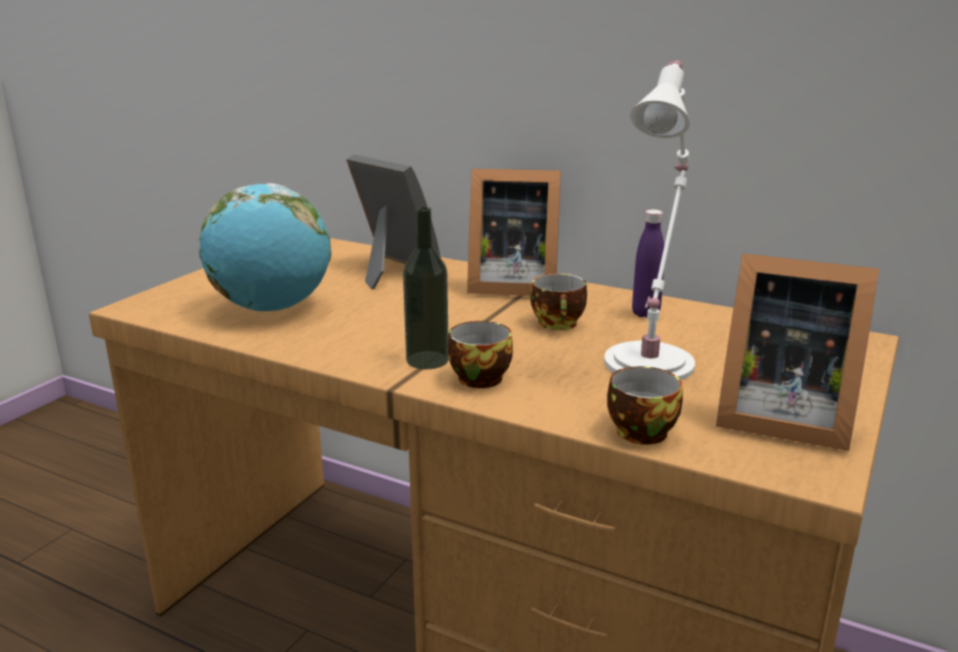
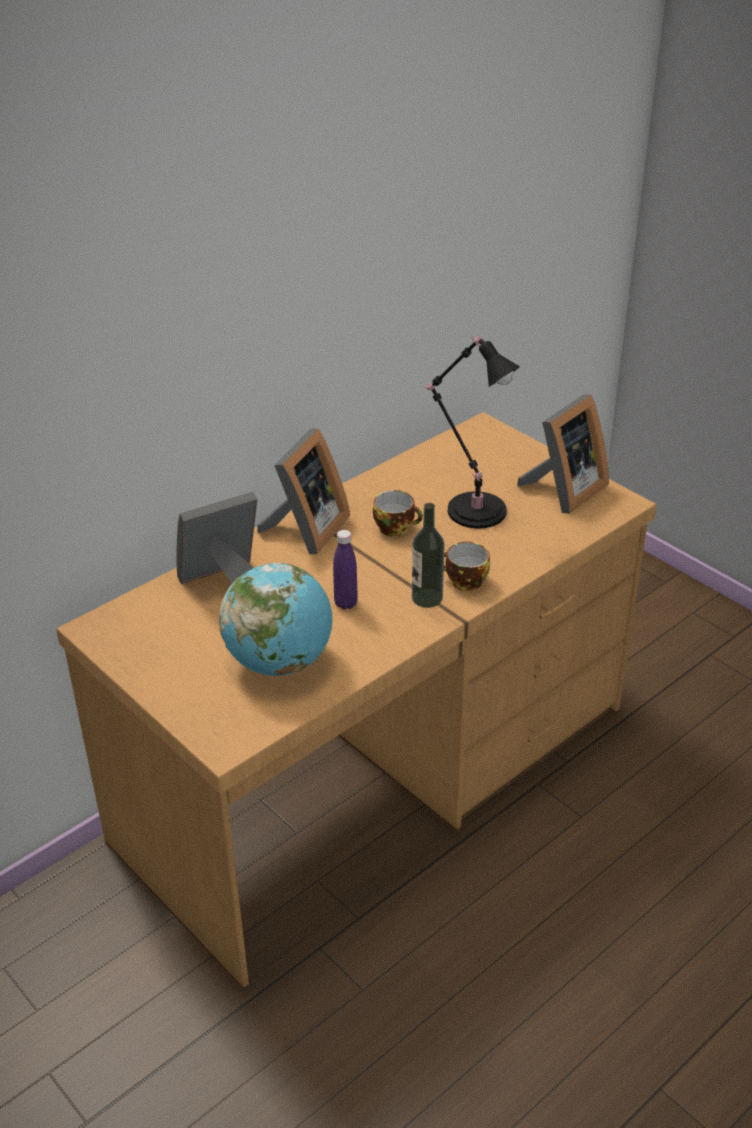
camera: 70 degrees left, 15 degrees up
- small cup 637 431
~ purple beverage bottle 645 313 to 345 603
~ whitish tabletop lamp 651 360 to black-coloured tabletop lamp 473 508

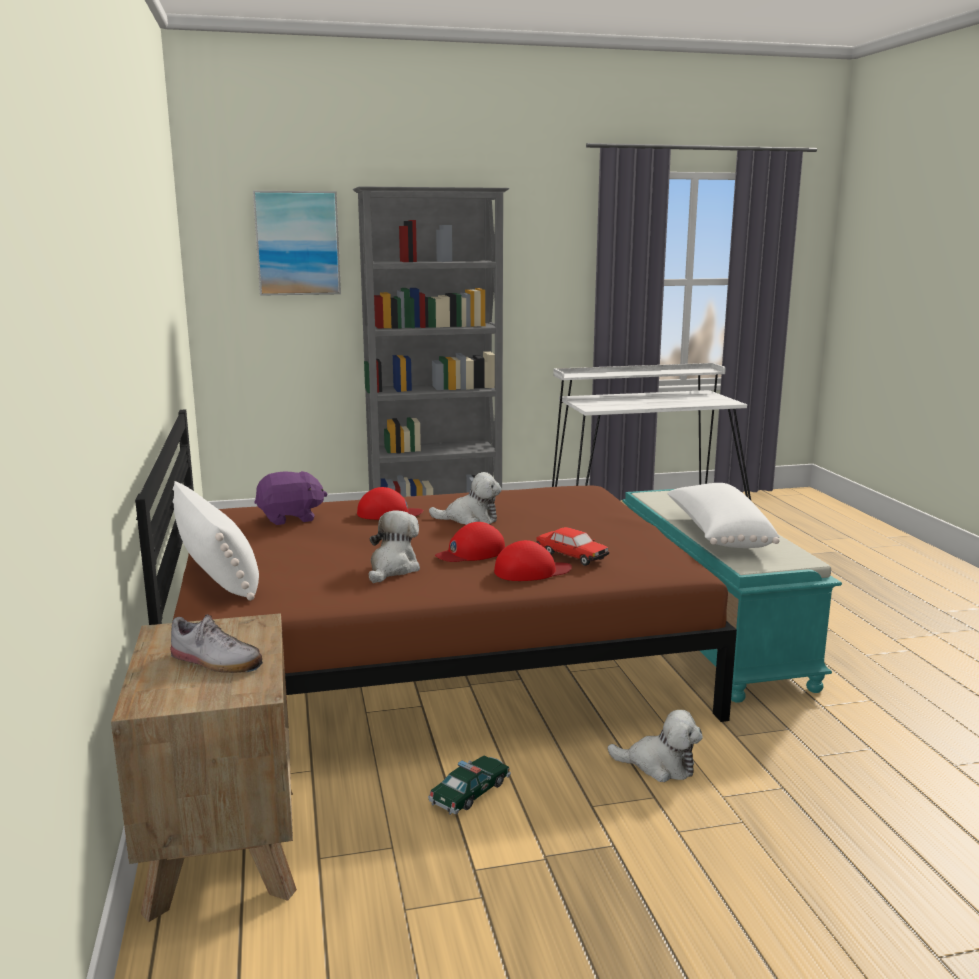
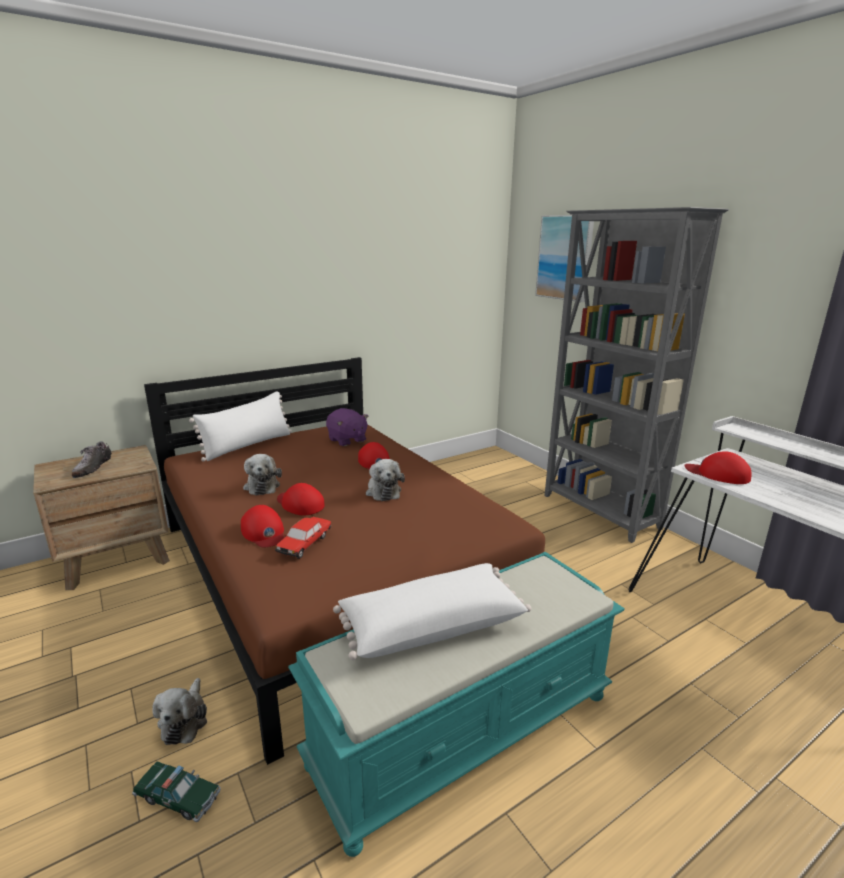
camera: 70 degrees right, 5 degrees up
+ red-coloured peaked cap 718 474
~ toy car 470 792 to 178 797
~ soft toy 393 569 = 262 486 75 degrees clockwise

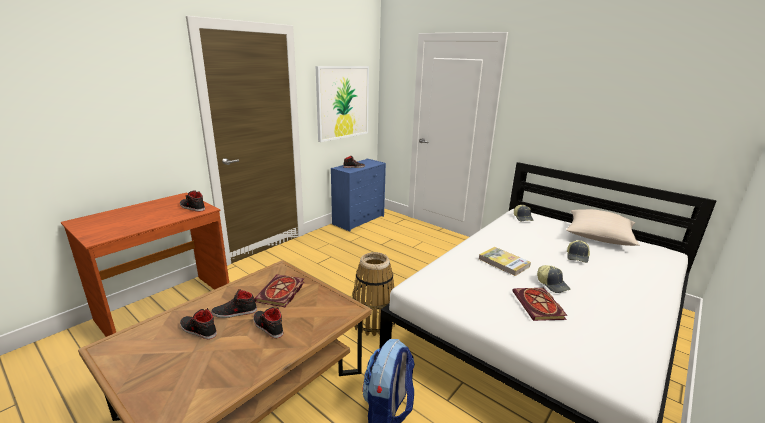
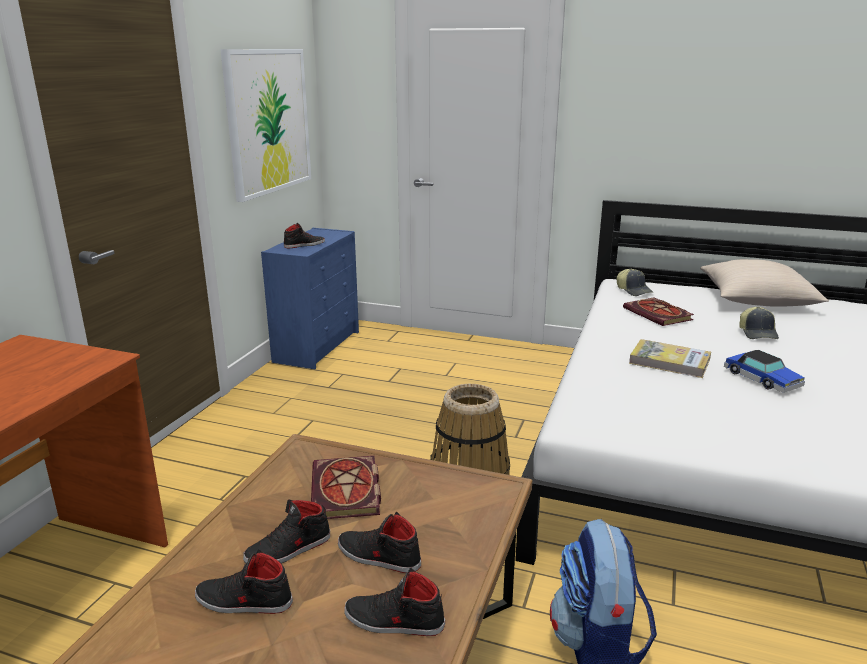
camera: 20 degrees left, 0 degrees up
~ black-coloured shoe 192 207 to 394 621
~ volume 539 306 to 659 315
~ peaked cap 552 284 to toy car 762 379

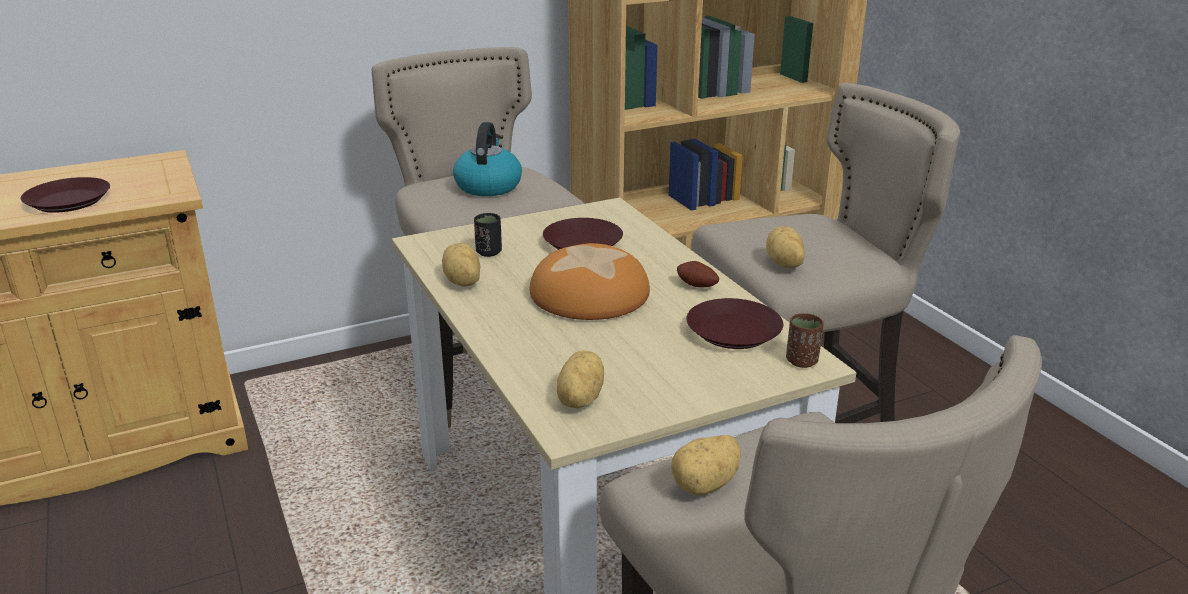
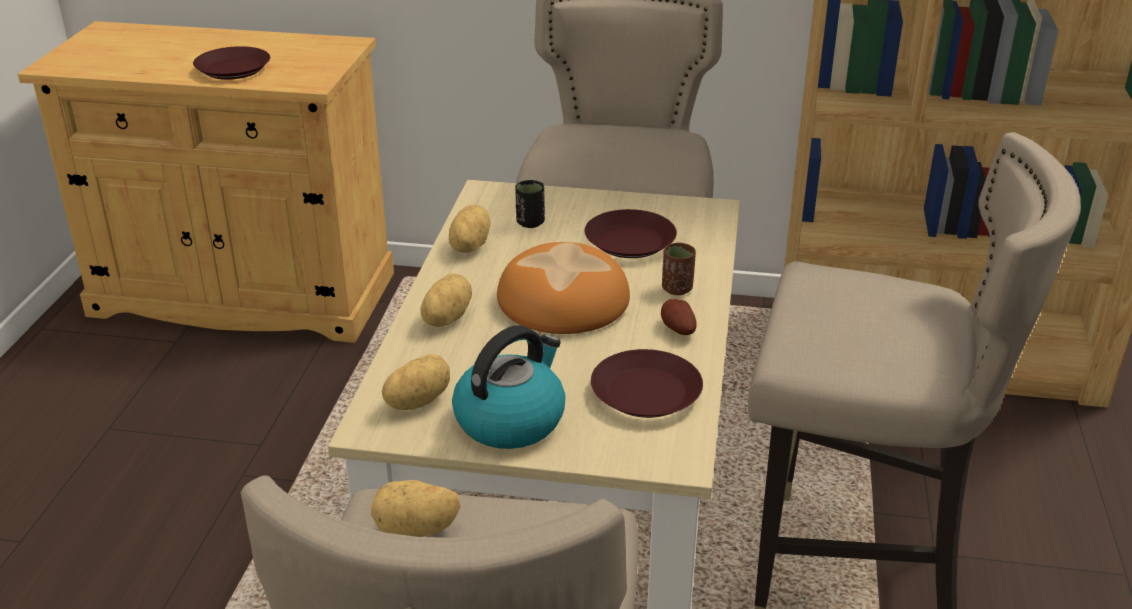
camera: 35 degrees right, 5 degrees up
~ kettle 488 186 to 511 420
~ potato 783 264 to 445 318
~ brown-coloured small cup 802 361 to 677 289

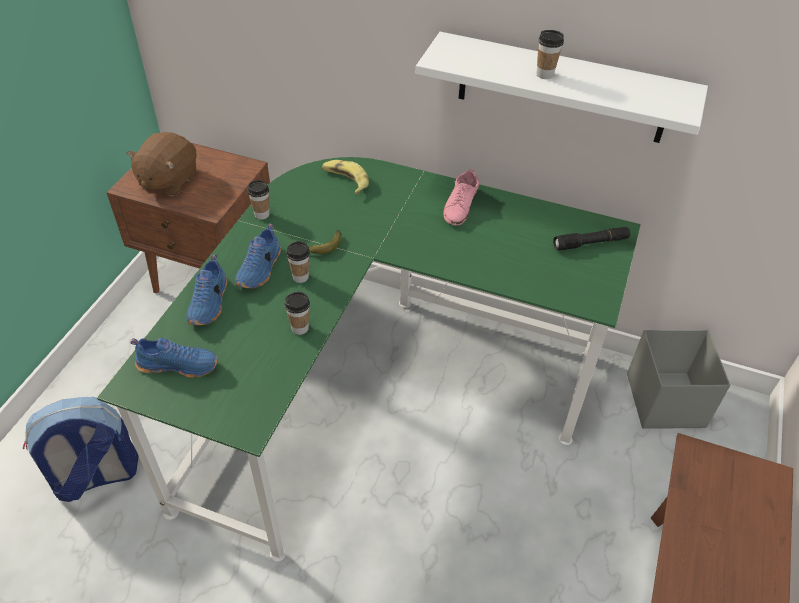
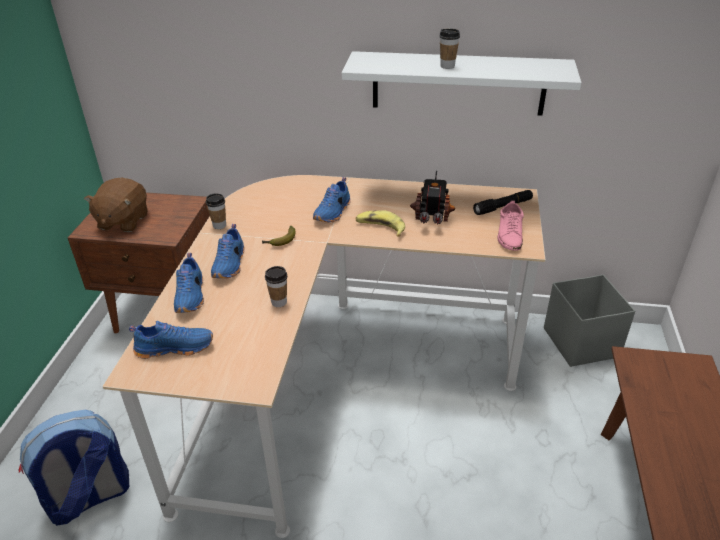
camera: 10 degrees left, 10 degrees down
- small cup 300 277
+ blue shoe 333 212
+ model truck 433 212
~ whole banana 345 180 to 380 228
~ pinkish shoe 460 205 to 510 234
~ green desk unit 376 389 to beige desk unit 336 376

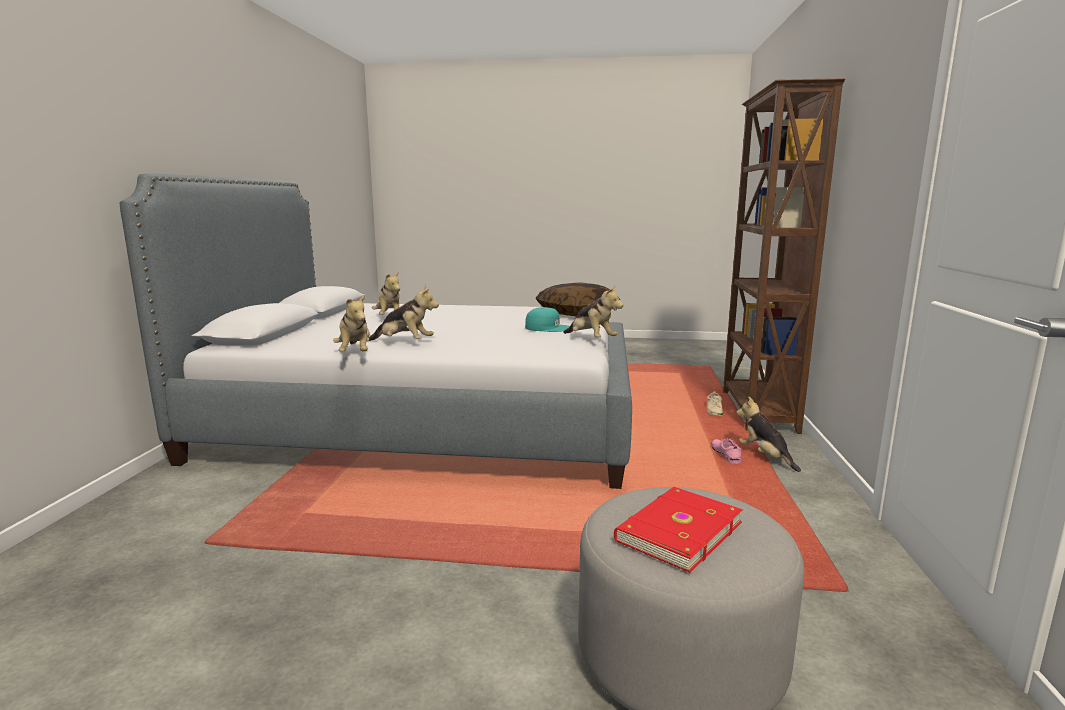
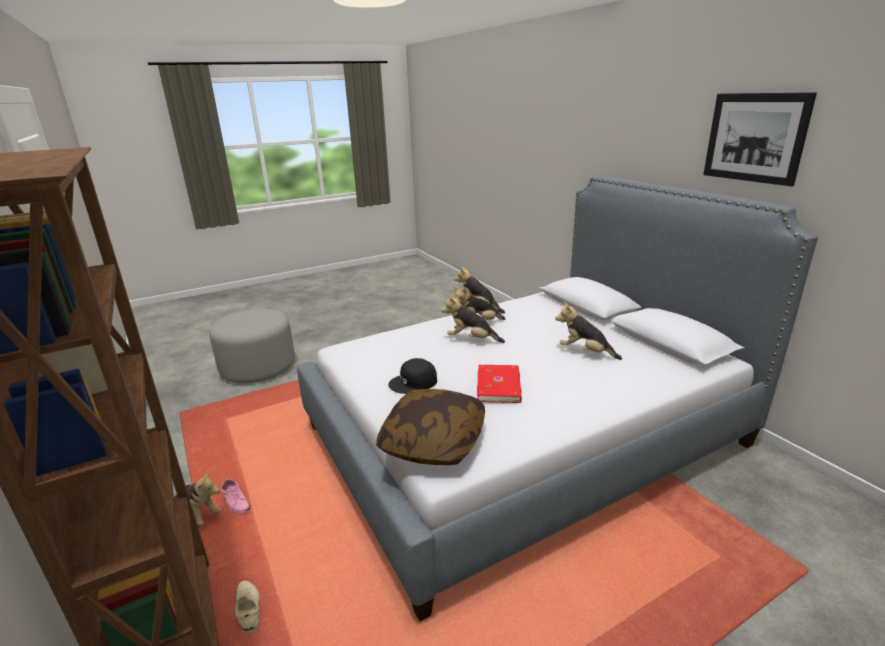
camera: 145 degrees right, 10 degrees up
+ wall art 755 137
~ soft toy 591 339 to 471 339
~ red-coloured volume 676 531 to 500 386
~ blue-green peaked cap 547 327 to black-coloured peaked cap 413 382

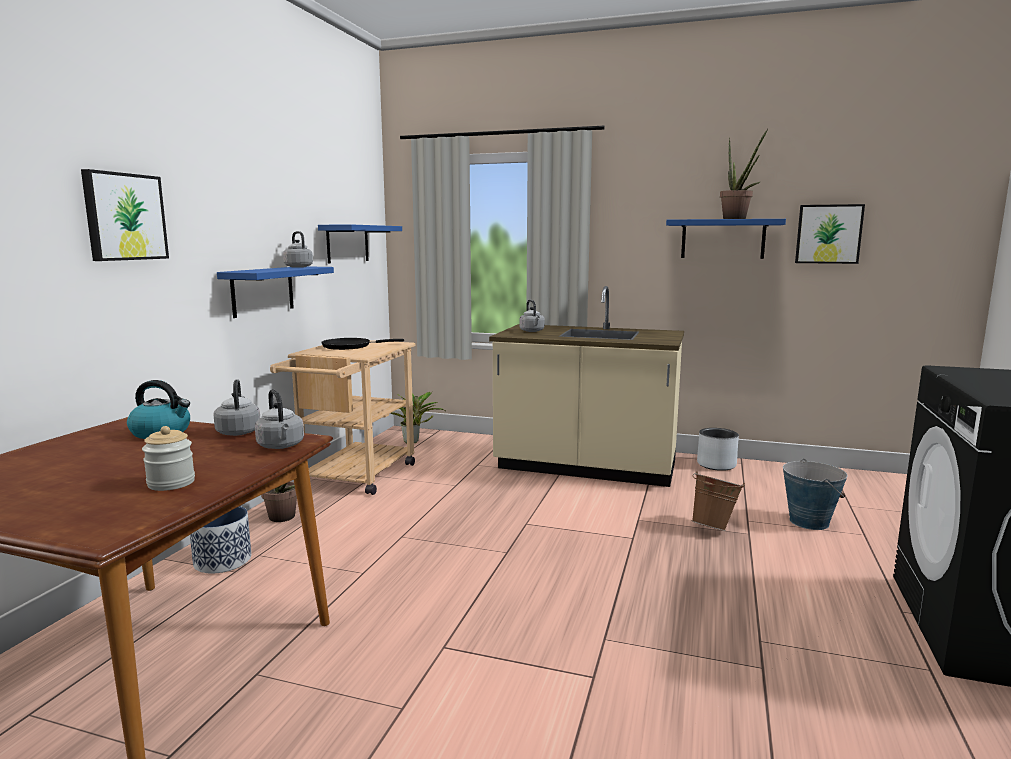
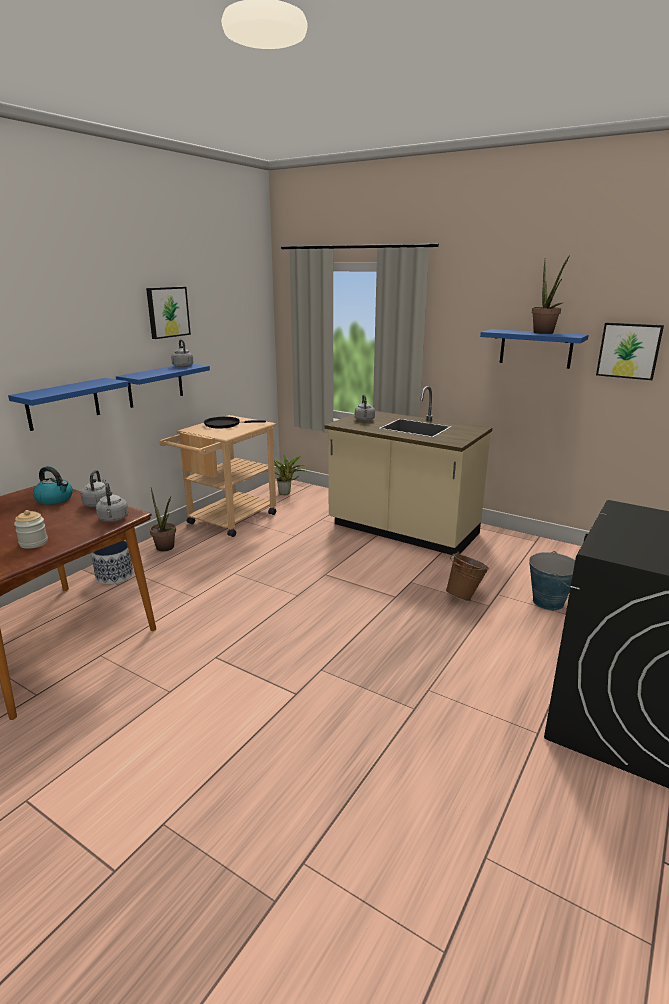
camera: 15 degrees right, 10 degrees up
- greyish flower pot 716 465
~ wall art 124 217 to 167 312
~ blue bracket shelf 347 243 to 63 404

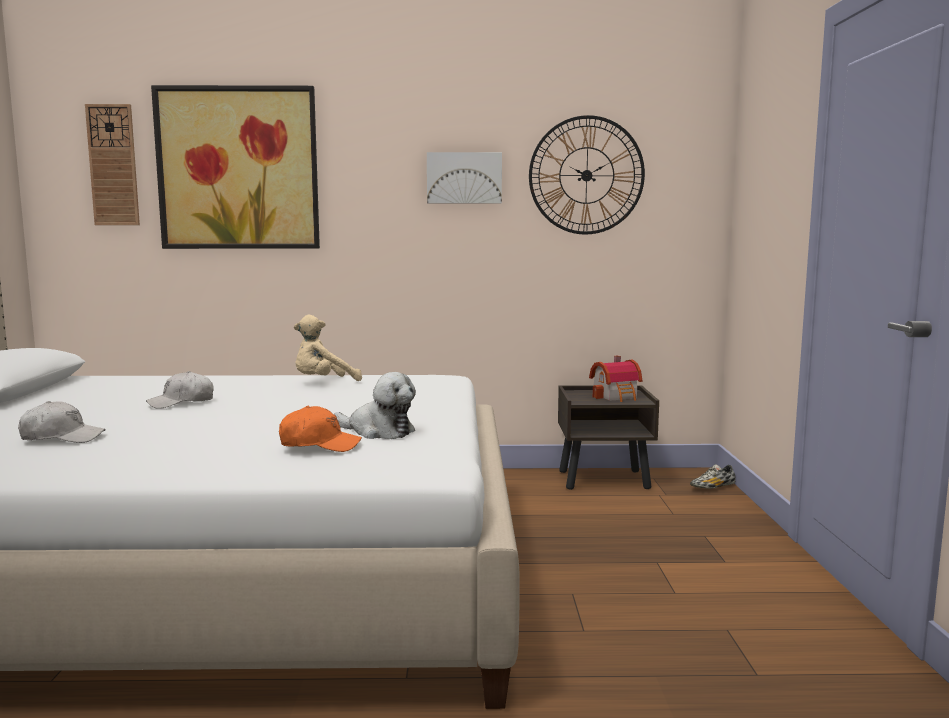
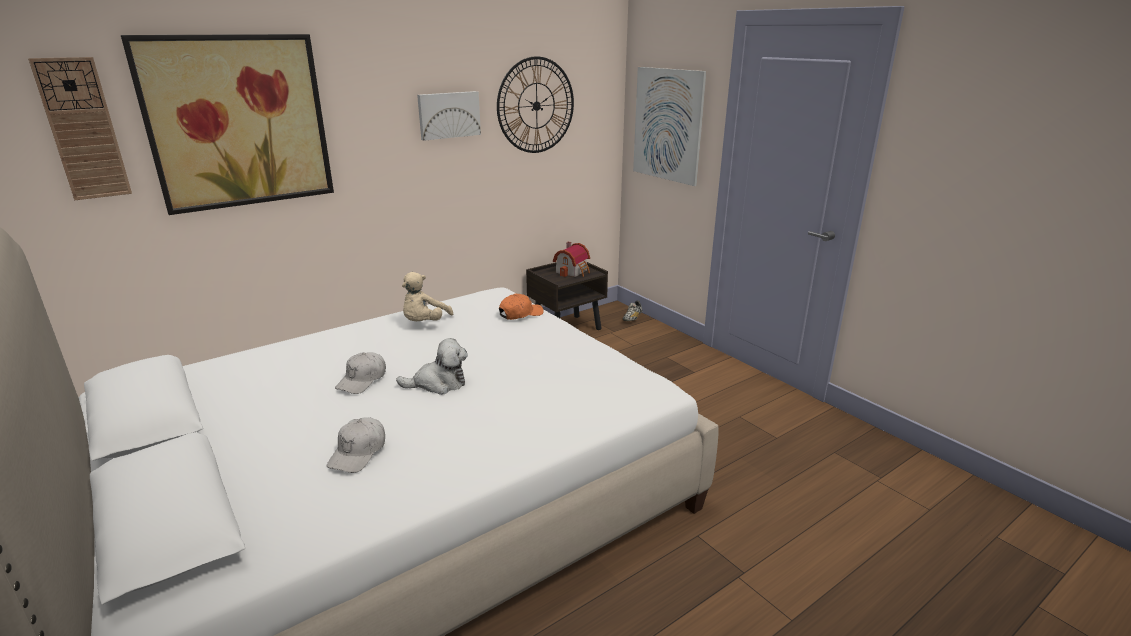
camera: 35 degrees left, 15 degrees up
+ wall art 667 125
~ orange-coloured peaked cap 319 445 to 520 314
~ soft toy 378 431 to 438 383
~ whitish peaked cap 62 437 = 358 453 150 degrees clockwise

